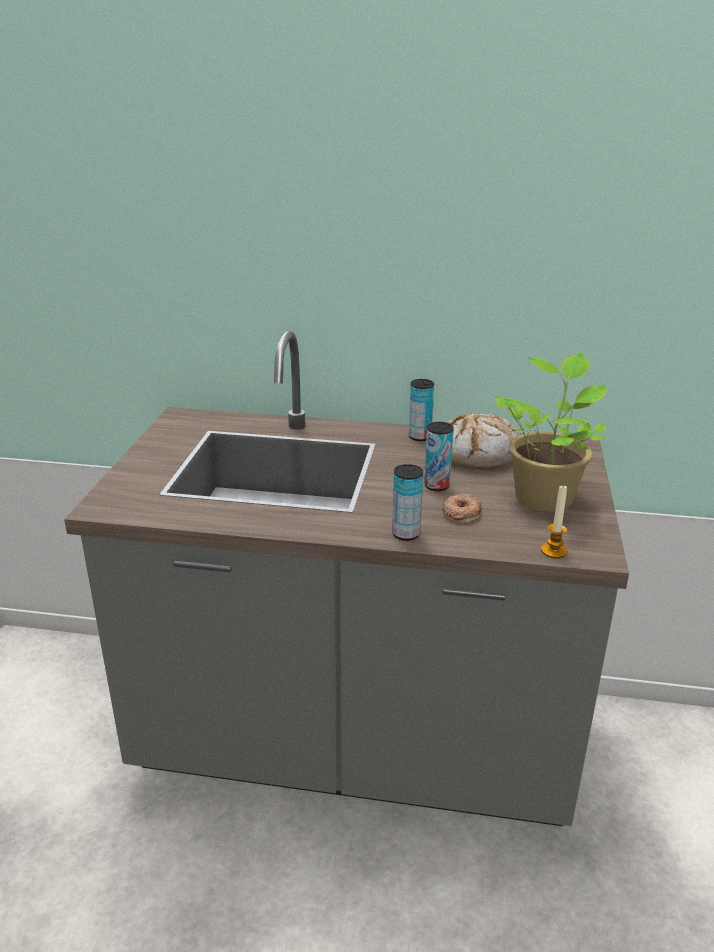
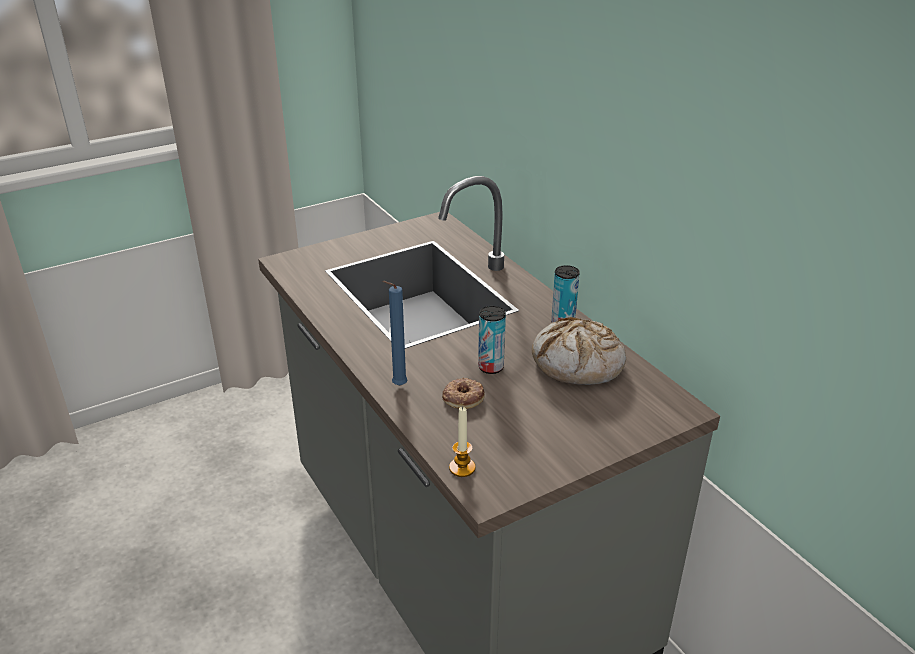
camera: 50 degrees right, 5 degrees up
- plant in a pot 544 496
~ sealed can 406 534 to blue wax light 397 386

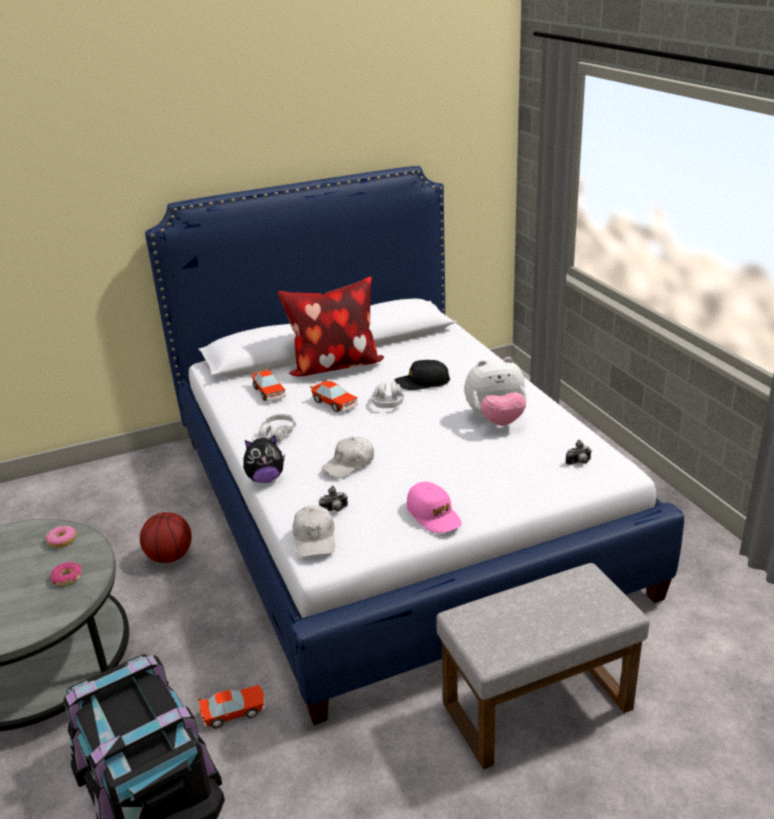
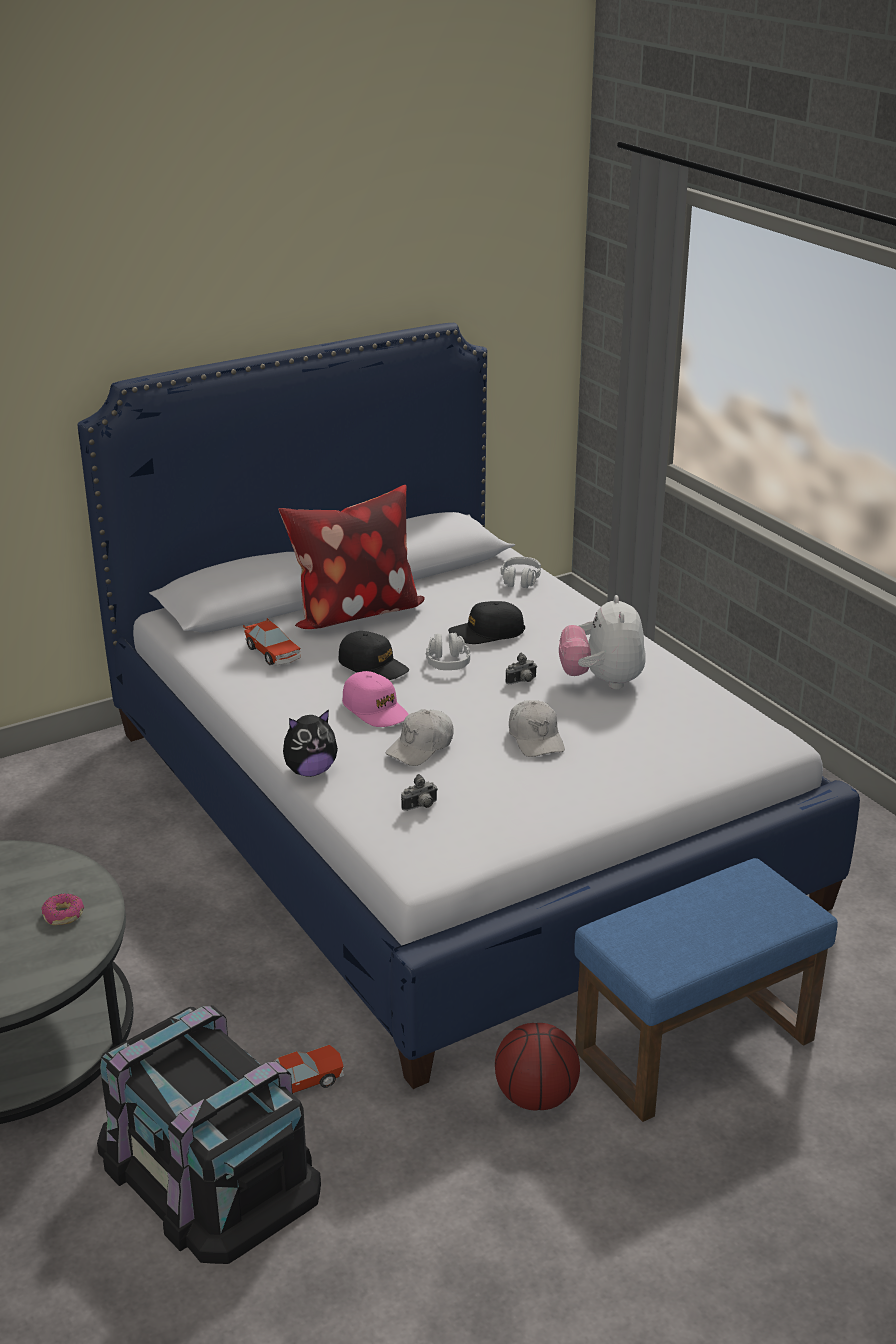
camera: 10 degrees left, 0 degrees up
- doughnut 62 541
~ basketball 169 556 to 535 1097
~ greyish headphones 277 434 to 520 580
~ whitish peaked cap 315 538 to 536 738
~ pinkish peaked cap 434 515 to 376 709
~ photo camera 579 463 to 522 682
~ toy car 335 403 to black-coloured peaked cap 373 666
~ greyish pouffe 538 704 to blue pouffe 695 1043
~ soft toy 496 420 = 602 681 105 degrees clockwise

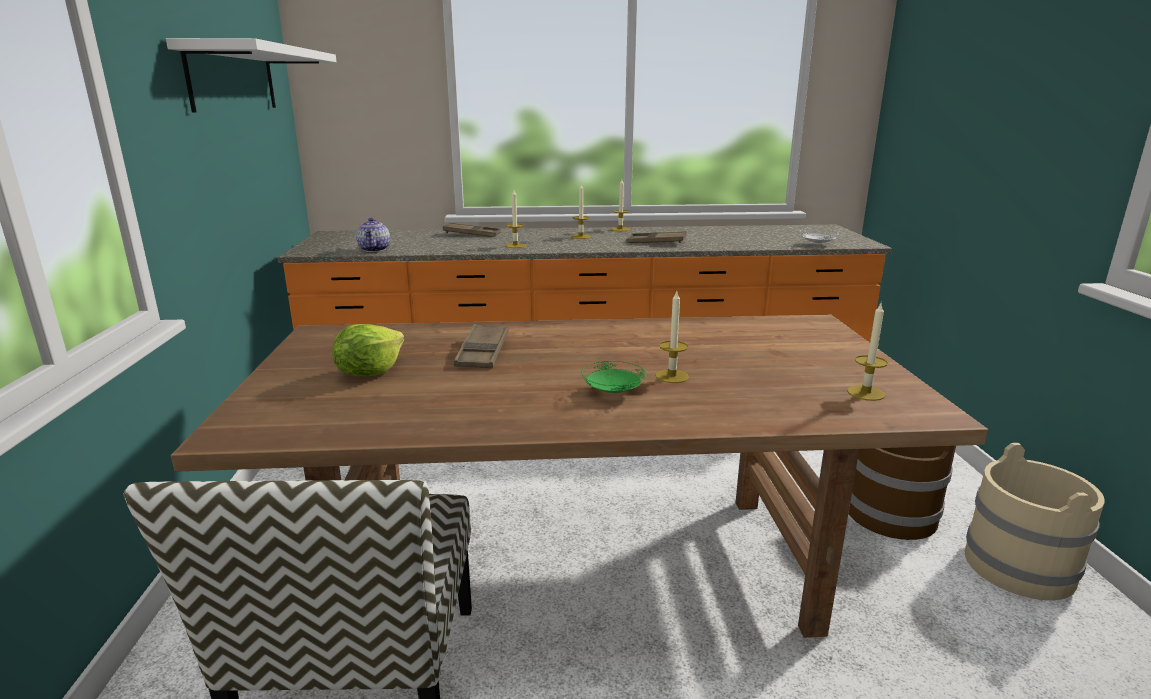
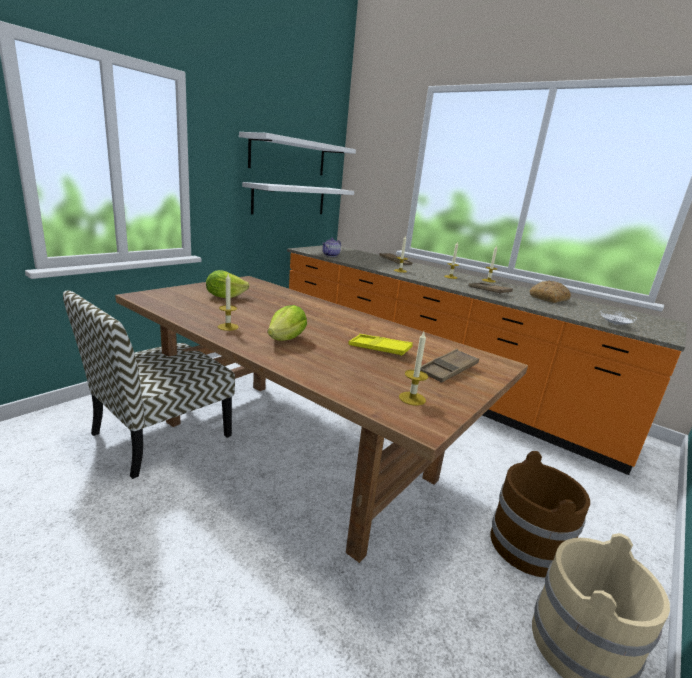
camera: 40 degrees right, 0 degrees up
+ whitish bracket shelf 289 199
+ yellow serving tray 379 349
+ bread 548 298
~ brown-coloured serving tray 483 352 to 448 370
~ wax light 672 376 to 228 327
~ green plate 613 392 to lettuce head 287 339

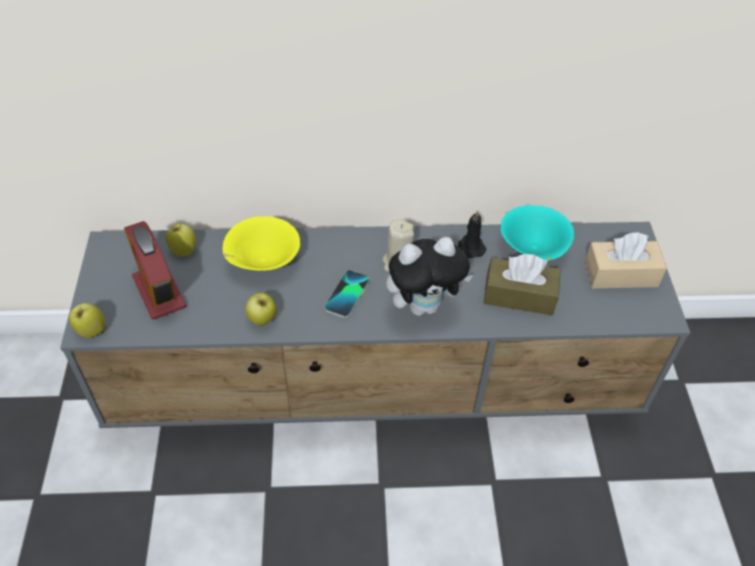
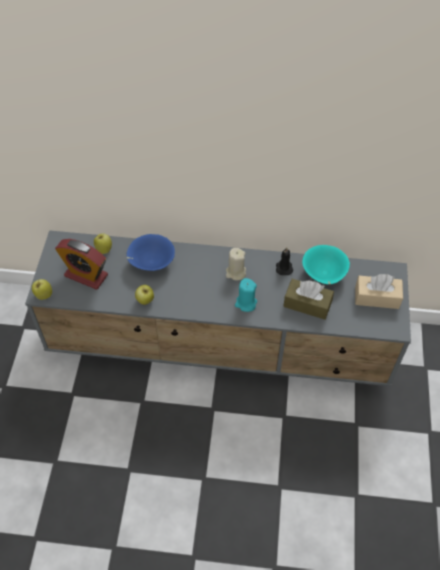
camera: 10 degrees right, 5 degrees up
- telephone 347 294
~ soft toy 424 305 to blue-green wax light 245 303
~ yellow bowl 262 262 to blue bowl 151 262
~ alarm clock 159 292 = 86 275 45 degrees counterclockwise

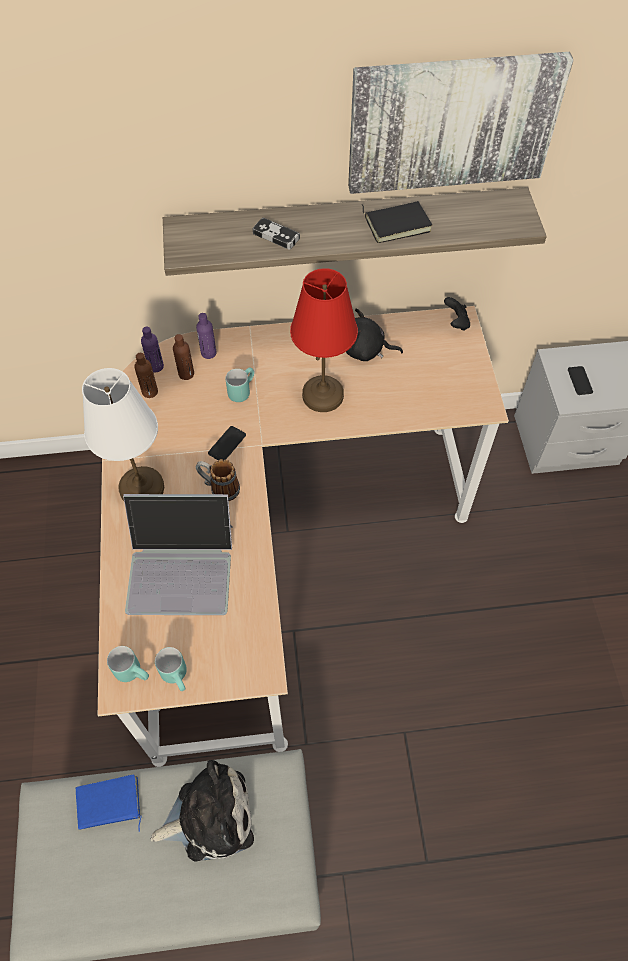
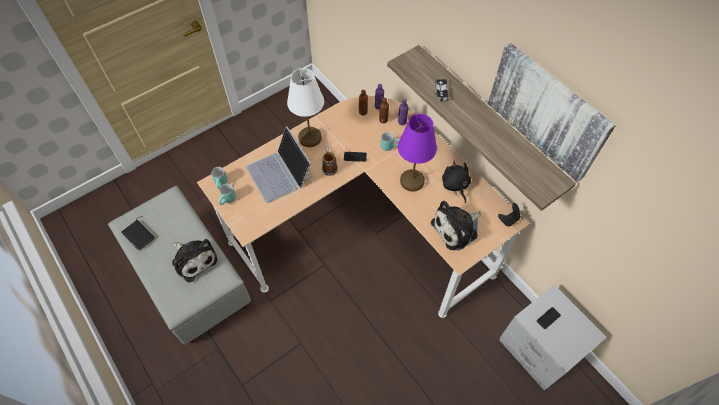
camera: 60 degrees right, 0 degrees up
- blue volume 109 805
+ soft toy 457 228
~ black-coloured volume 397 223 to 139 235
~ red-coloured tabletop lamp 323 394 to purple tabletop lamp 412 181

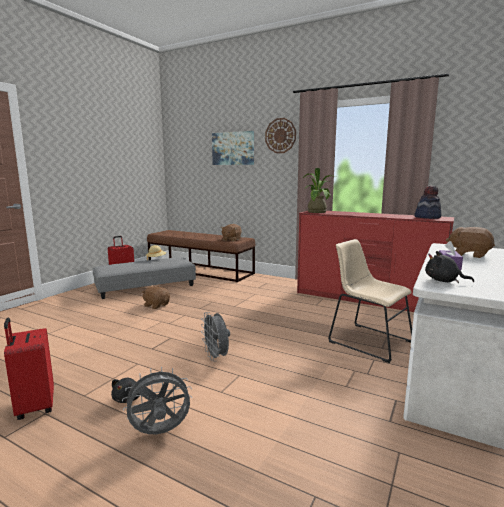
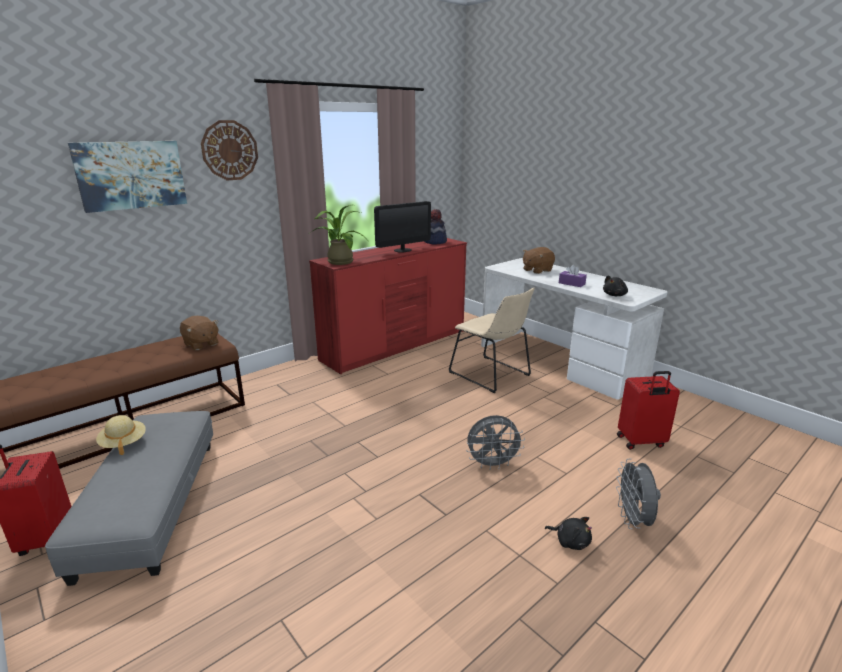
camera: 70 degrees left, 10 degrees up
- brown-coloured soft toy 156 305
+ computer display 402 250
~ red-coloured piece of luggage 34 407 to 641 442
~ beige plain chair 367 340 = 492 375 105 degrees counterclockwise

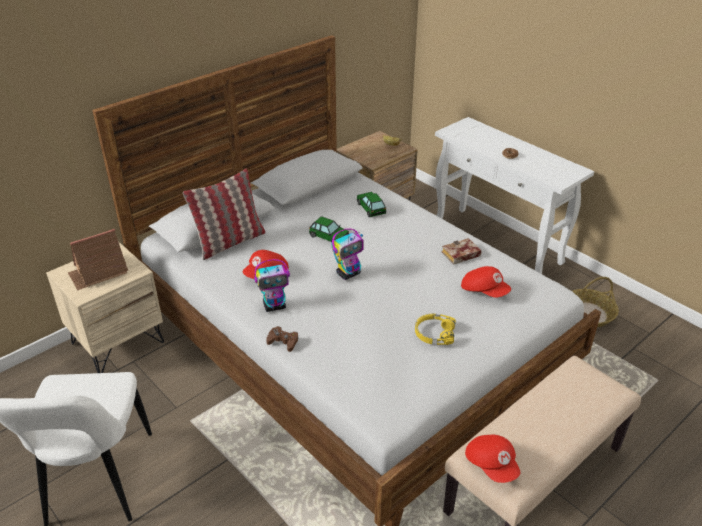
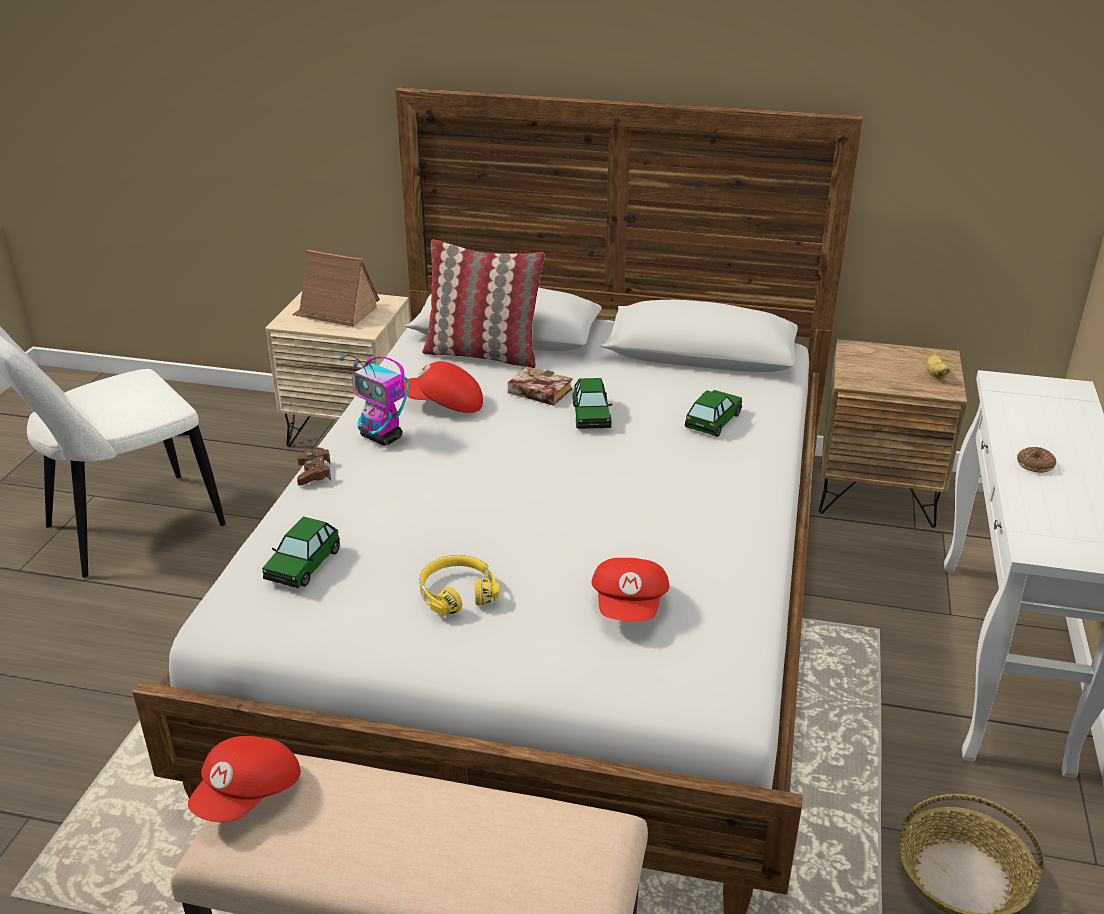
camera: 55 degrees right, 5 degrees down
- model robot 348 273
+ toy car 303 564
~ volume 460 255 to 537 392

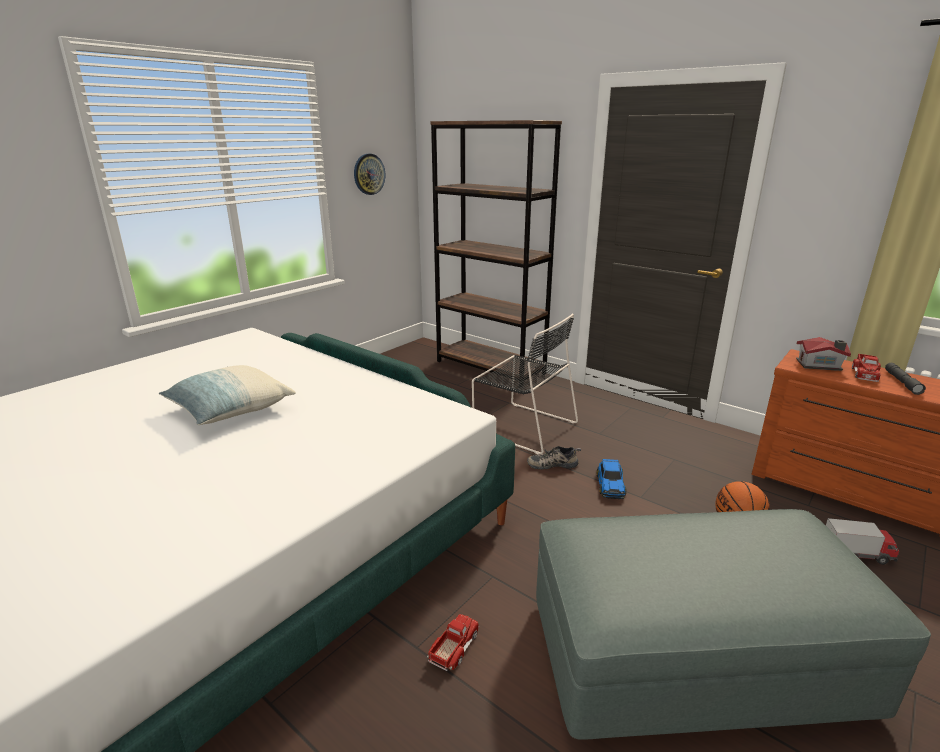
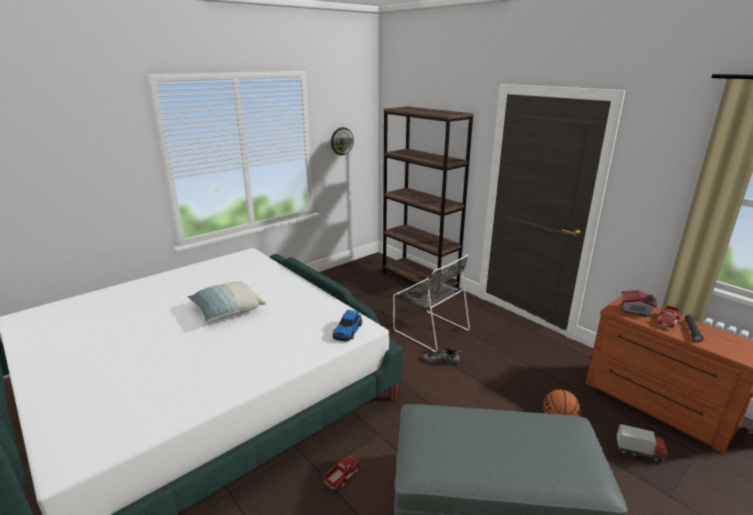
camera: 10 degrees right, 0 degrees up
~ toy car 610 485 to 348 330

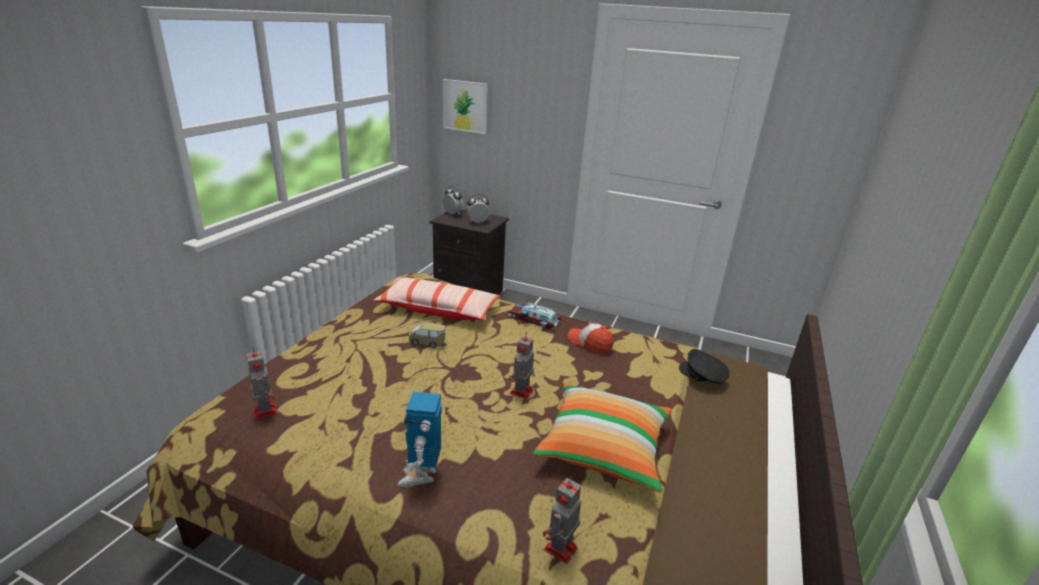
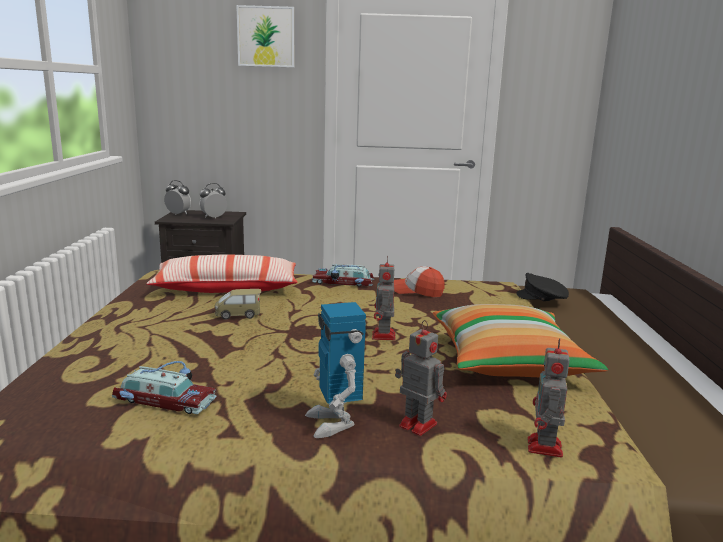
camera: 20 degrees left, 10 degrees down
+ toy car 165 399
~ model robot 265 410 to 416 424
~ wall art 465 106 to 266 36

